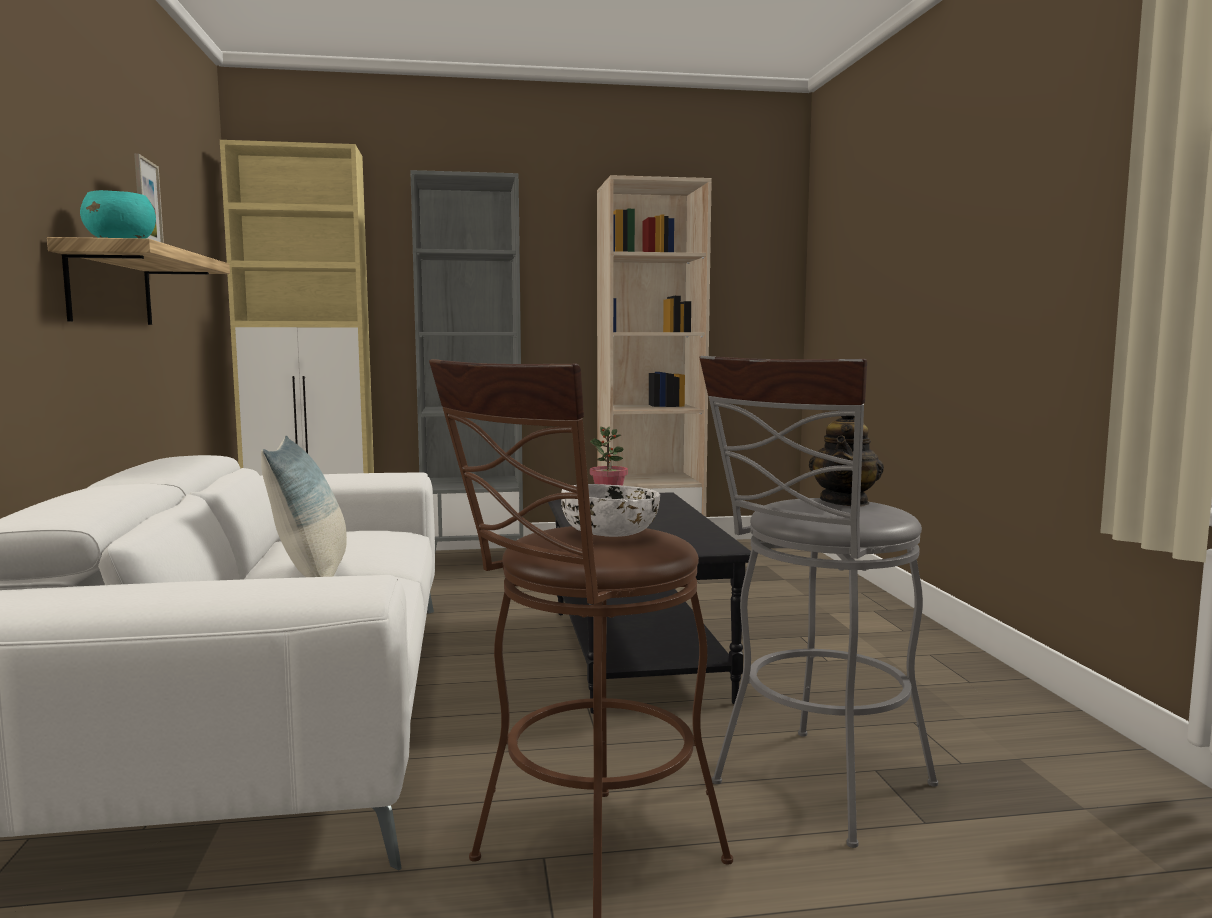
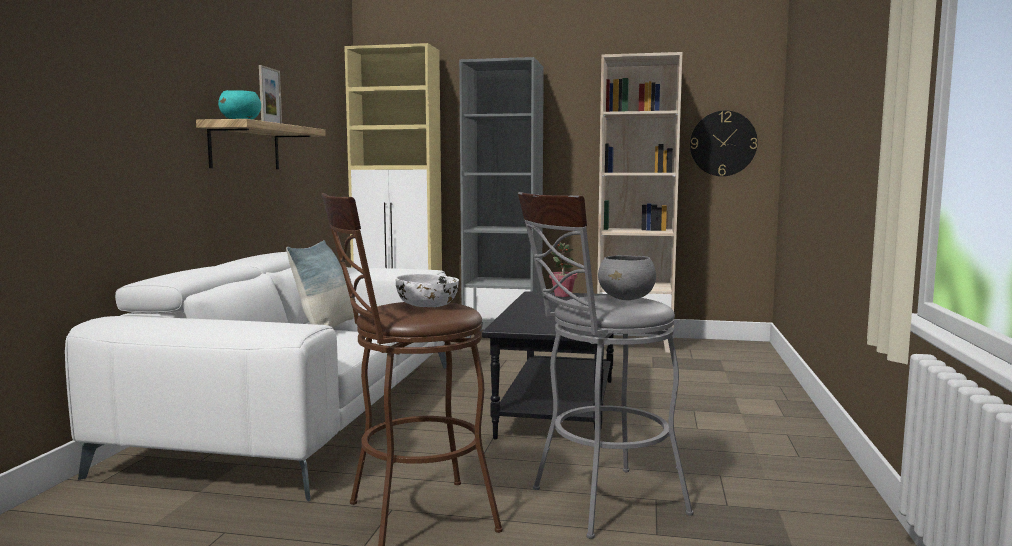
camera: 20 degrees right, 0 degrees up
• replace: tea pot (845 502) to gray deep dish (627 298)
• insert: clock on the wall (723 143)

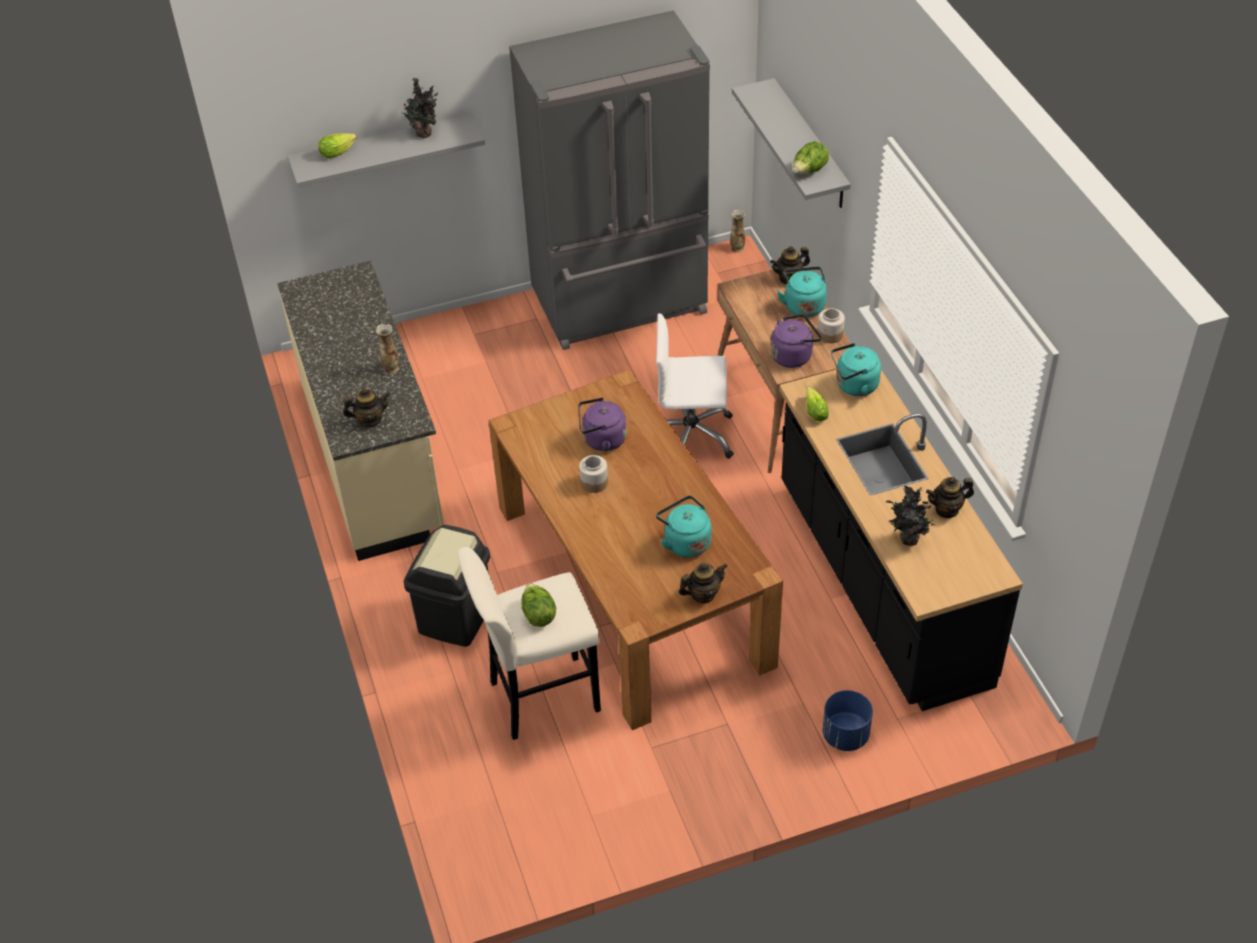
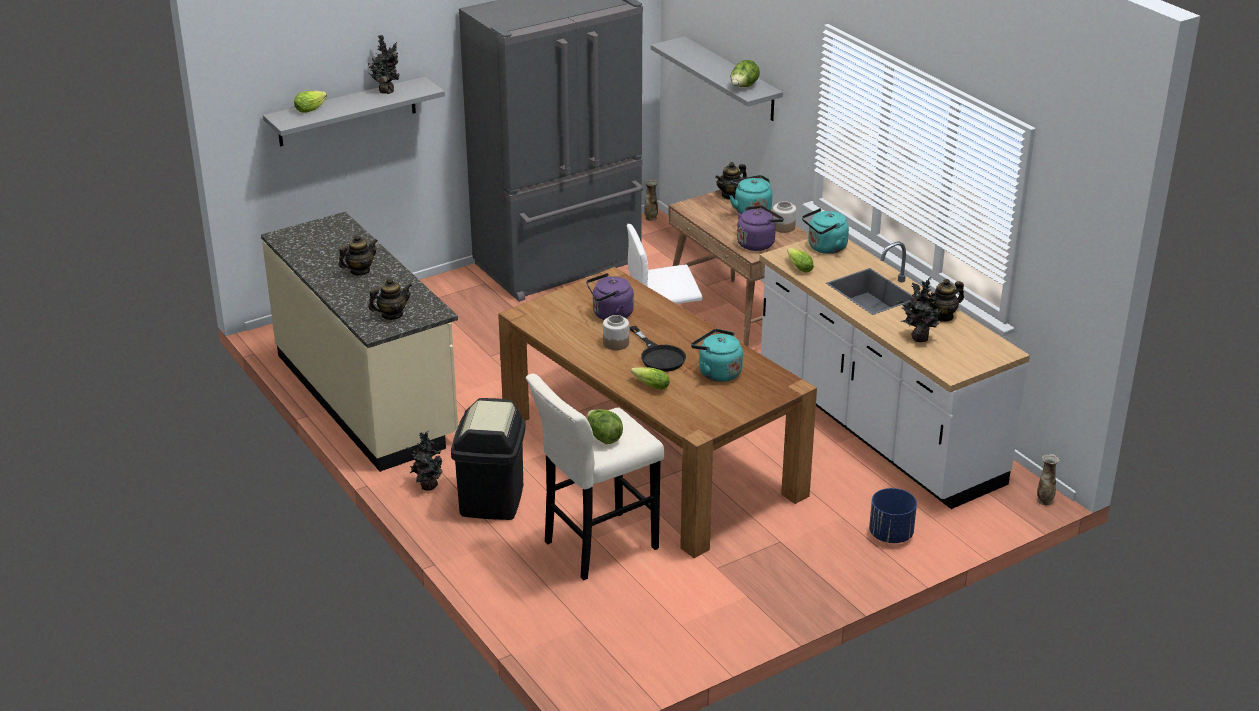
camera: 15 degrees left, 15 degrees down
• move: tea pot (703 594) to (360 271)
• insert: houseplant (427 486)
• insert: black-coloured frying pan (659 356)
• insert: head of lettuce (649 385)
• recolor: black-coloured counter (880 584) to whitish counter (876 428)
• move: decorative vase (391 368) to (1044 500)

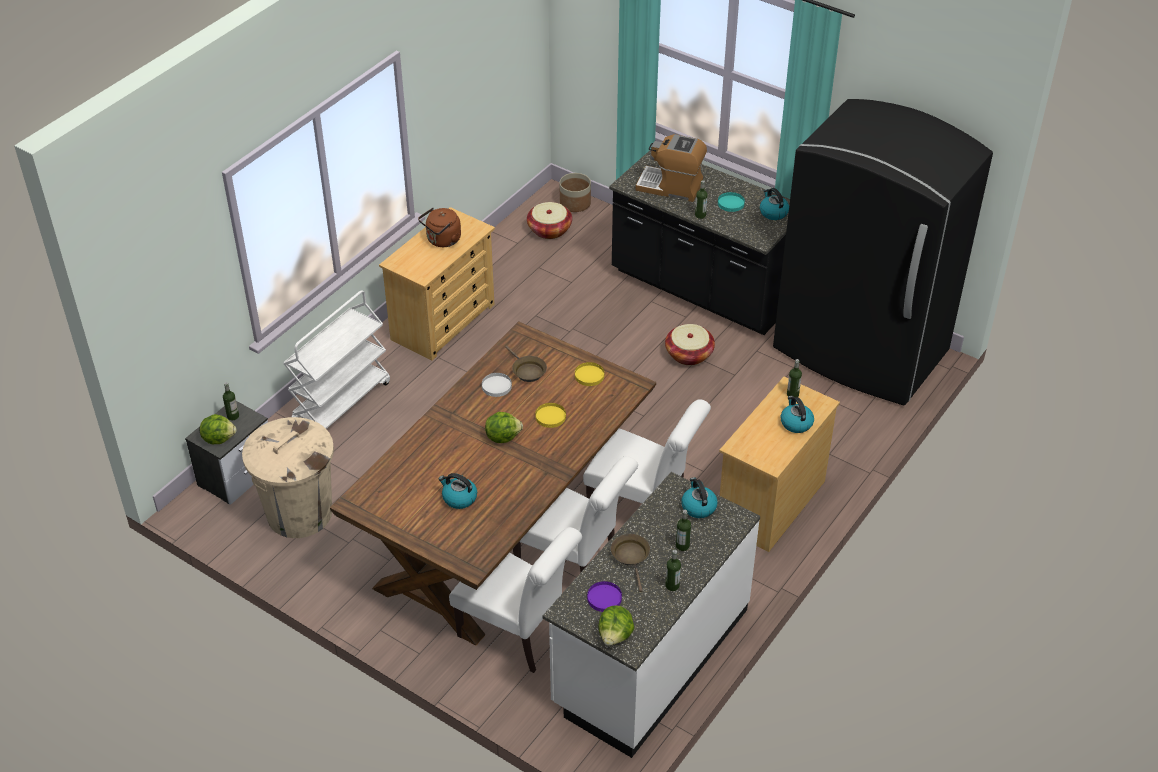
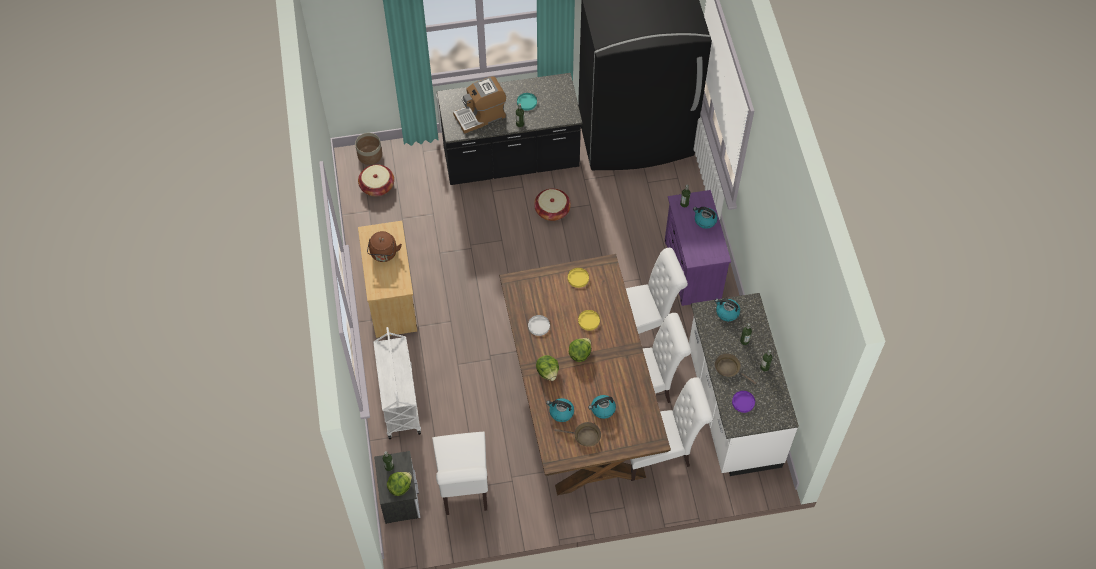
camera: 45 degrees left, 15 degrees up
• replace: beige waste bin (299 513) to whitish chair (464 488)
• move: head of lettuce (615 635) to (548 372)
• move: water kettle (773 212) to (561 412)
• move: brown-coloured frying pan (527 371) to (584 436)
• recolor: beige dresser (770 503) to purplish dresser (692 270)

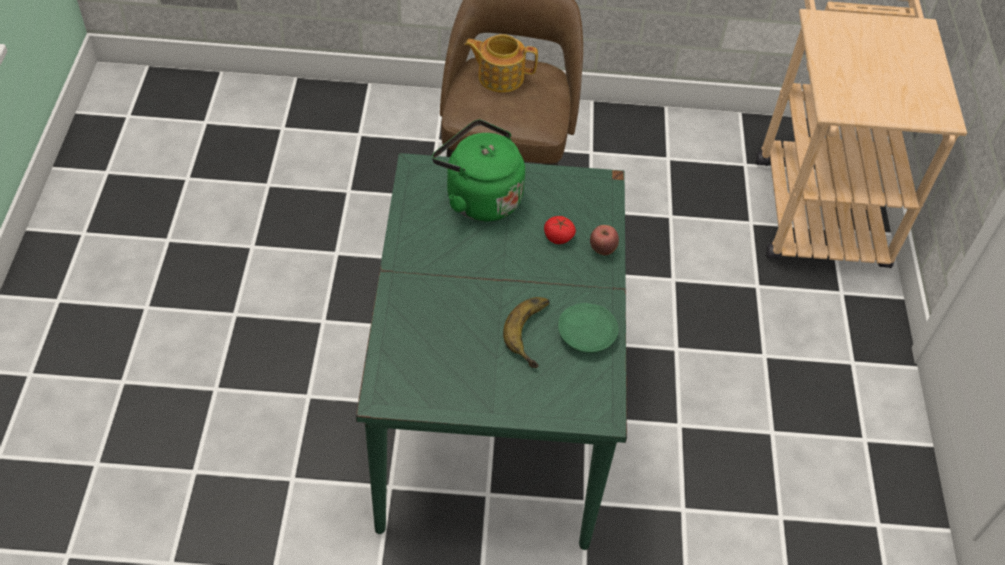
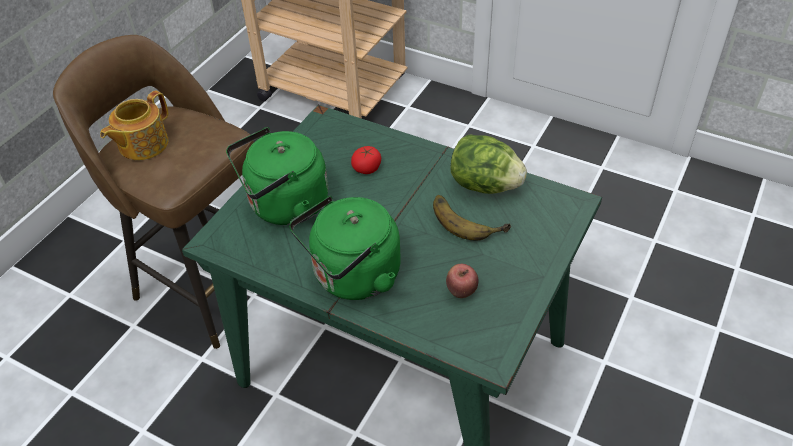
camera: 60 degrees left, 5 degrees down
• insert: green-coloured water kettle (352 277)
• move: apple (602 250) to (461 292)
• replace: green-coloured plate (587 334) to head of lettuce (484 185)

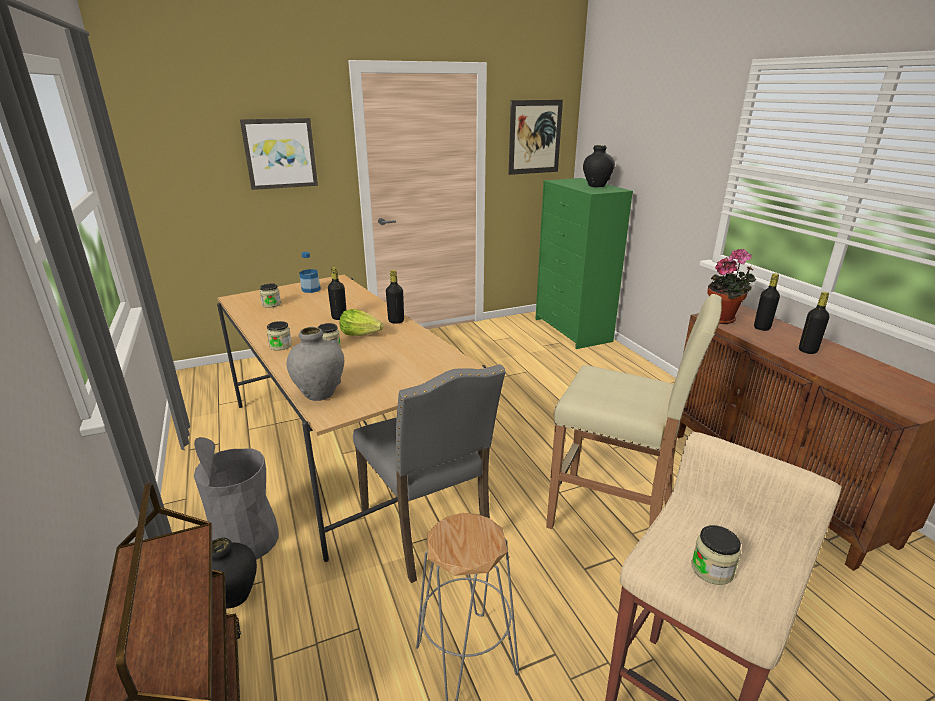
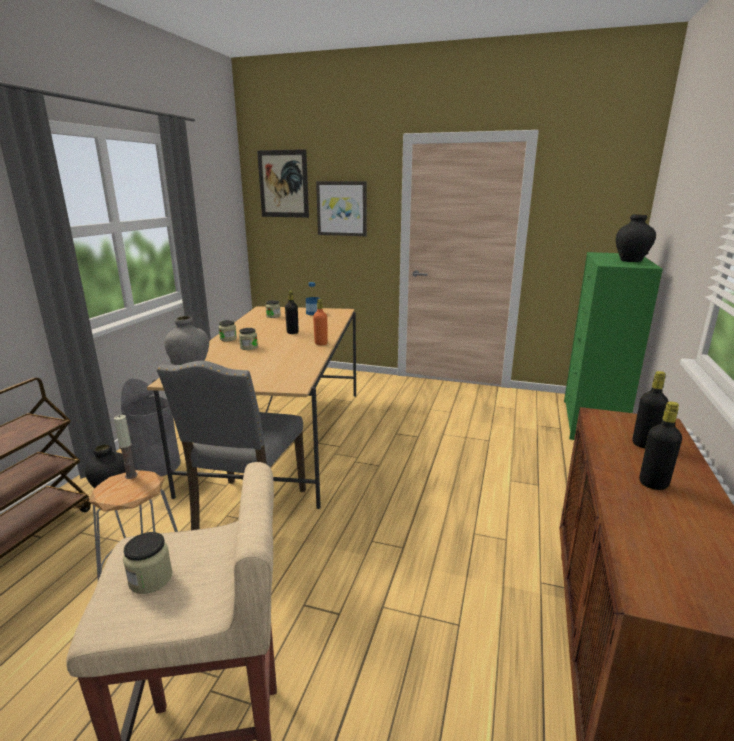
camera: 40 degrees right, 5 degrees down
• insert: candle (131 475)
• move: wall art (535 137) to (283 184)
• recolor: black-coloured bottle (396 321) to orange-coloured bottle (321 343)
• delete: head of lettuce (361 334)
• delete: beige sitting stool (612 518)
• delete: houseplant (723 319)

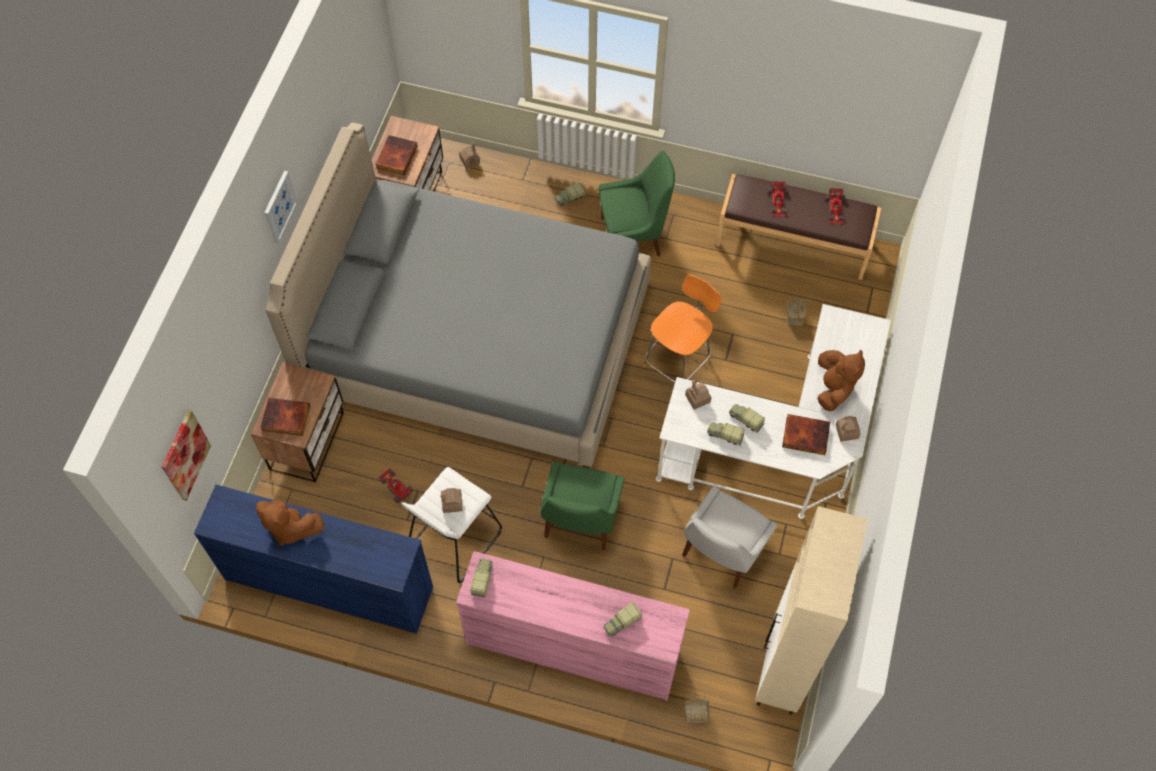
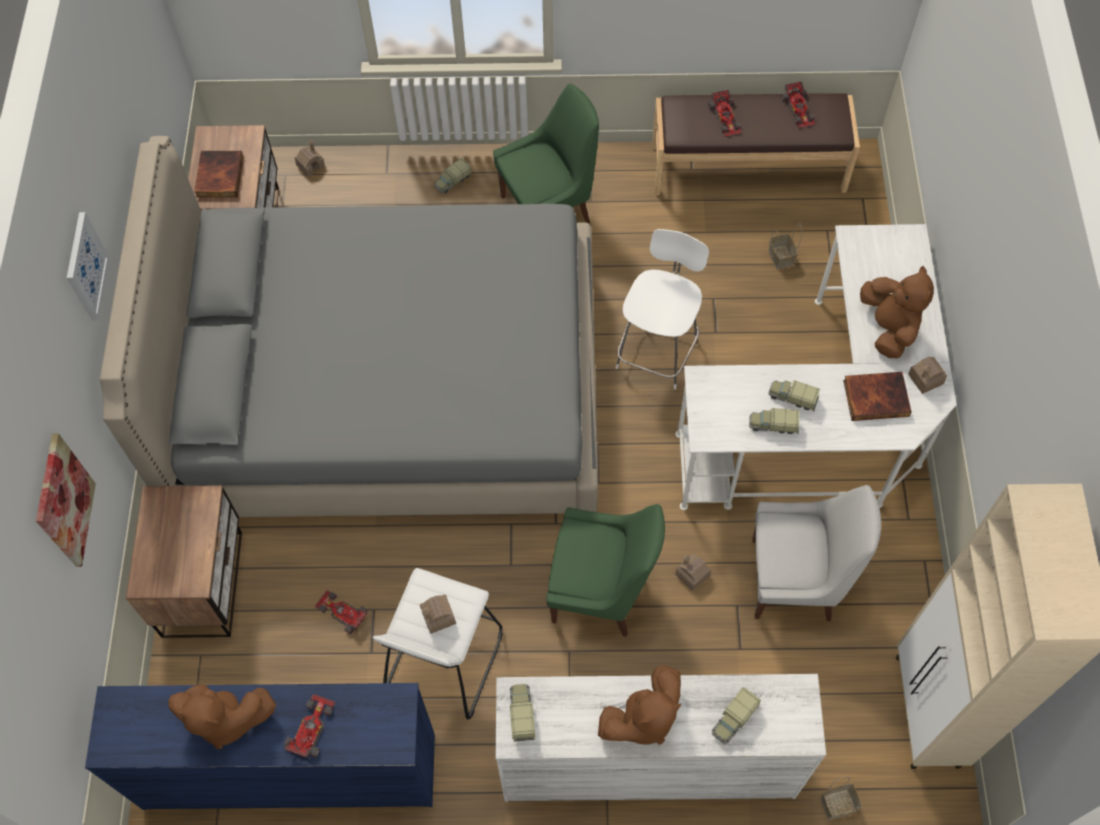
camera: 15 degrees left, 0 degrees up
• move: wall art (185 455) to (64 501)
• insert: miniature car (311 727)
• recolor: pinkish dresser (572 646) to whitish dresser (647 762)
• rotate: green-coloured chair (580 522) = (601 591) 75 degrees counterclockwise
• insert: brown-coloured cuddly toy (642 719)
• recolor: orange-coloured sitting stool (678 362) to whitish sitting stool (657 350)
• move: toy house (697 398) to (692 574)
• rotate: whitish chair (721 553) = (795 580) 105 degrees counterclockwise
• delete: book (285 419)

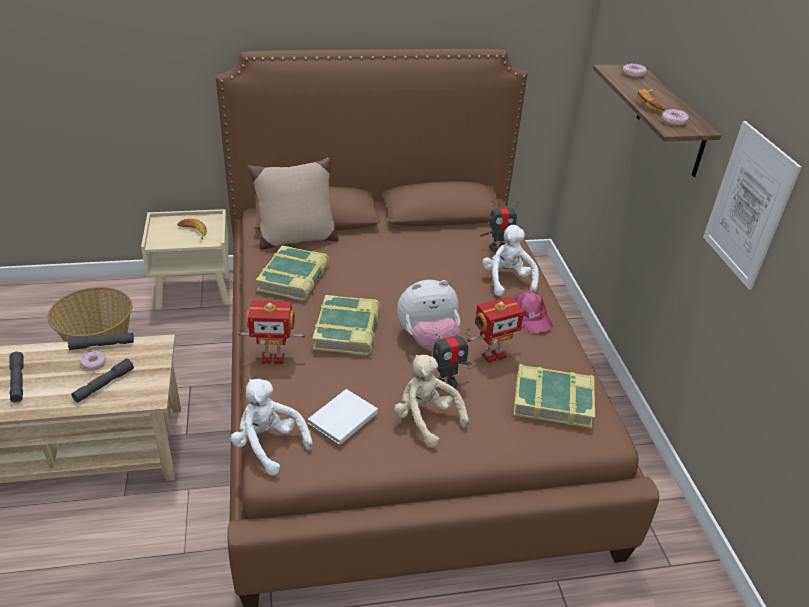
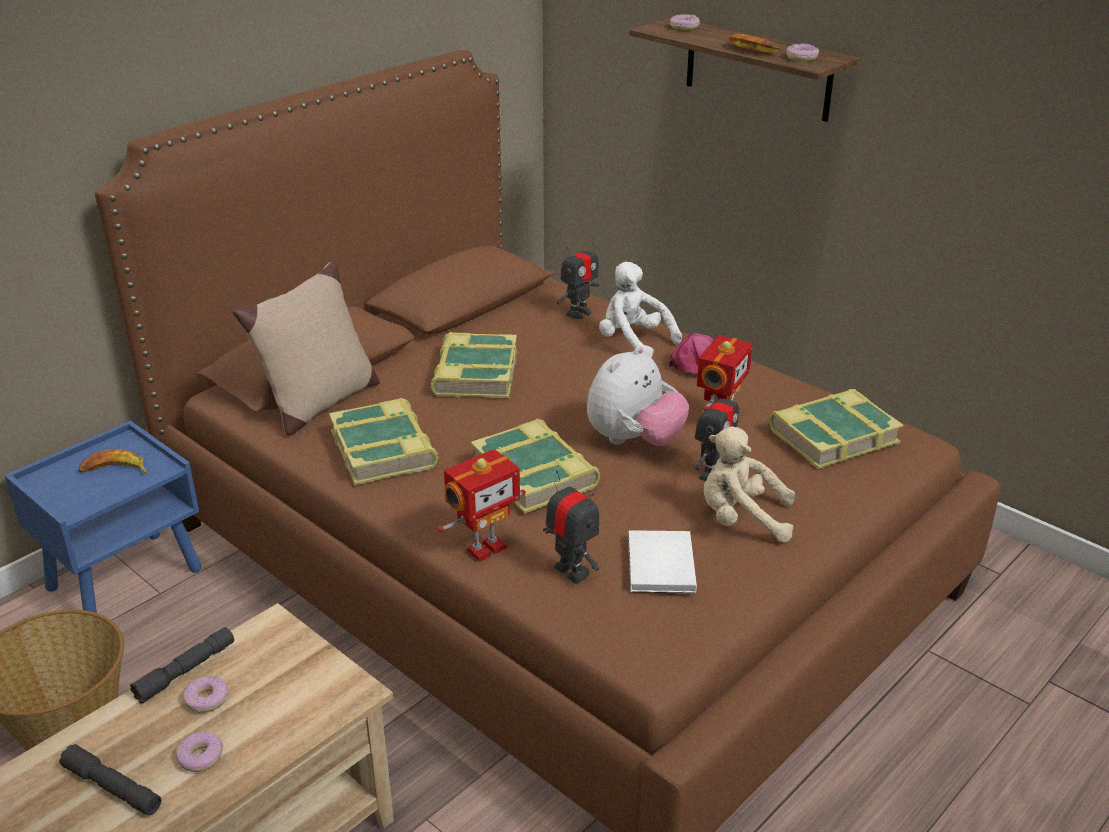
camera: 35 degrees left, 5 degrees down
• recolor: beige night table (195 292) to blue-coloured night table (126 578)
• insert: ring doughnut (200 757)
• insert: book (474 374)
• insert: model robot (571 571)
• delete: gray torch (104 385)
• delete: whitish cuddly toy (268 445)
• delete: wall art (748 205)

